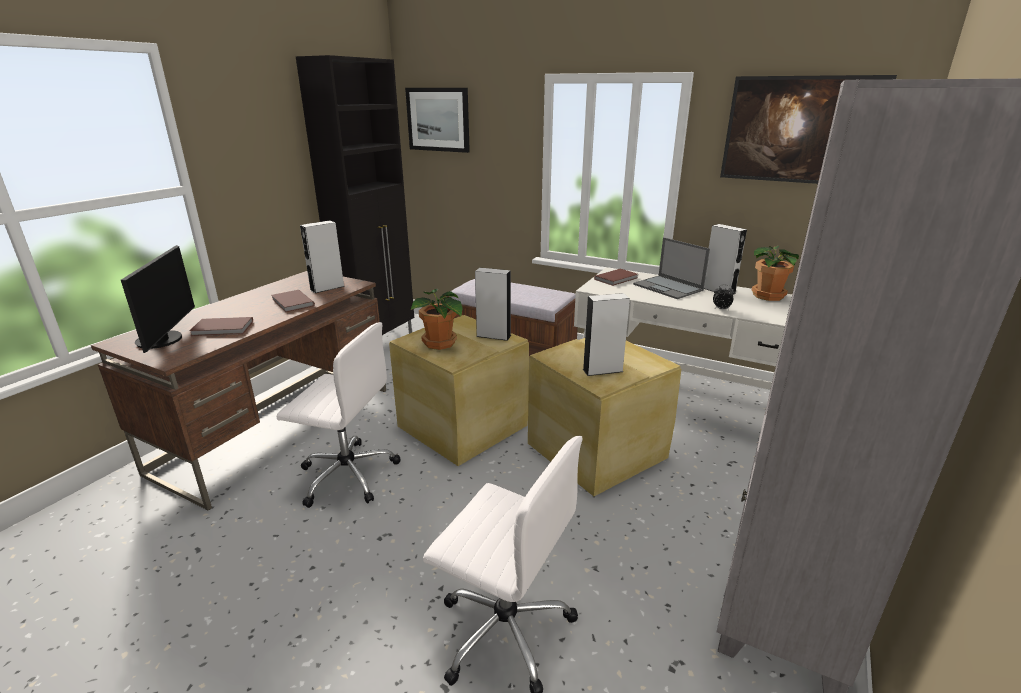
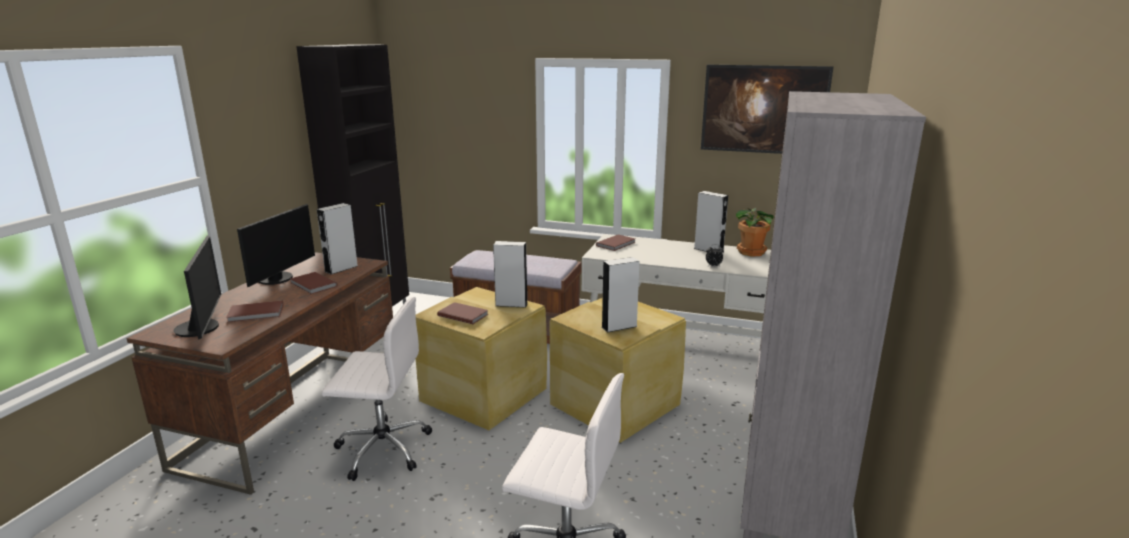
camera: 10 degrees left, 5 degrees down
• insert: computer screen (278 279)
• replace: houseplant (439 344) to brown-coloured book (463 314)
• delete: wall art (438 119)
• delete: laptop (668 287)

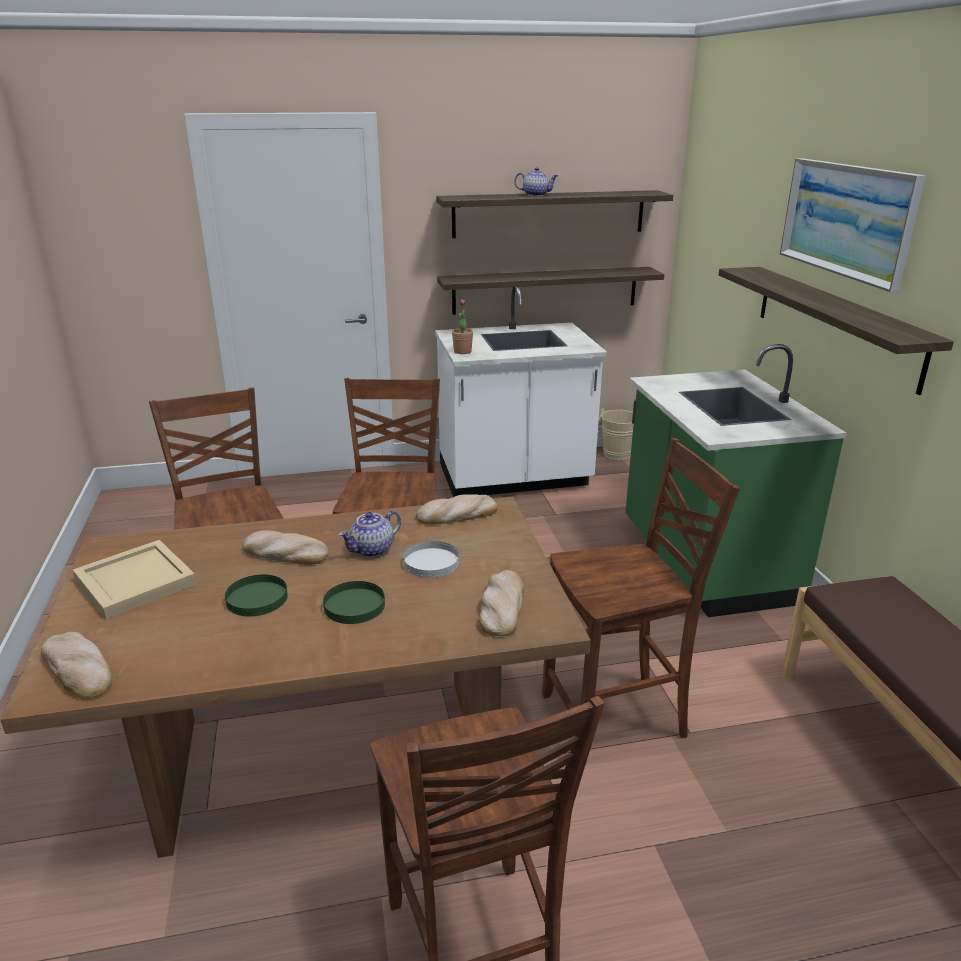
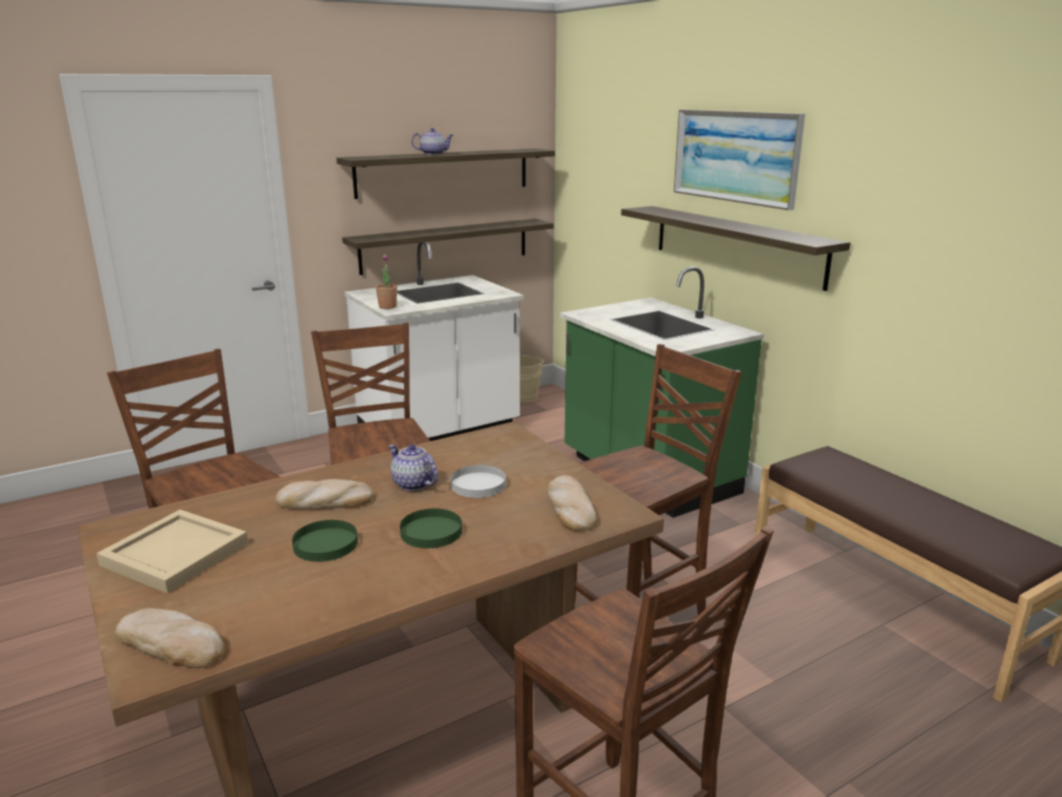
camera: 20 degrees left, 5 degrees down
• rotate: tea pot (372 550) = (413 484) 105 degrees clockwise
• delete: bakery bread (457 515)

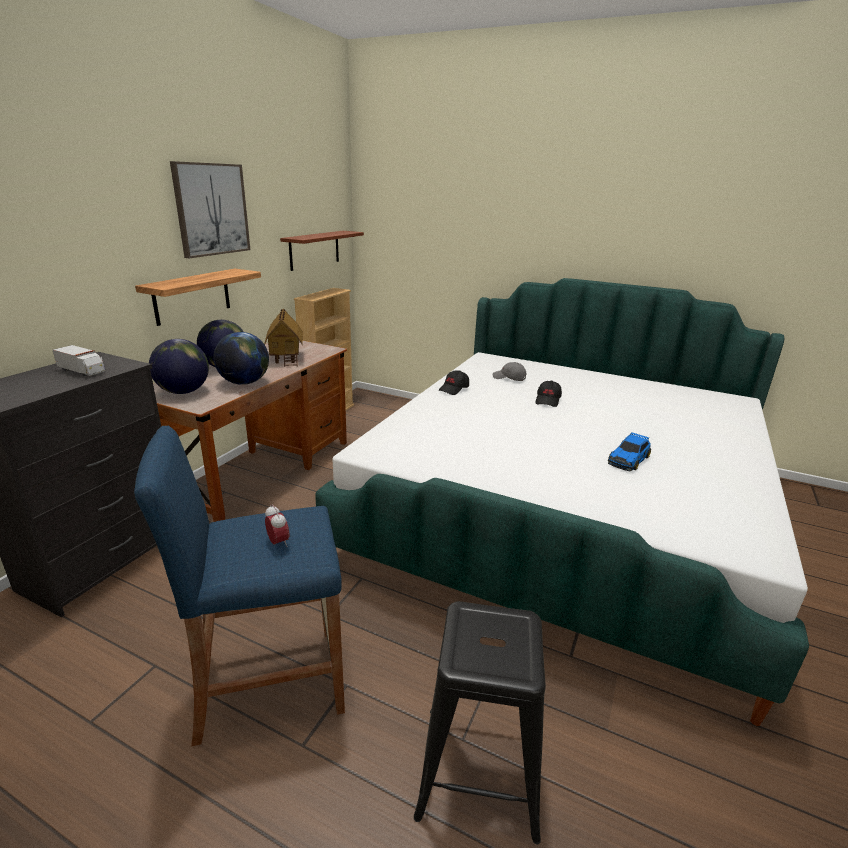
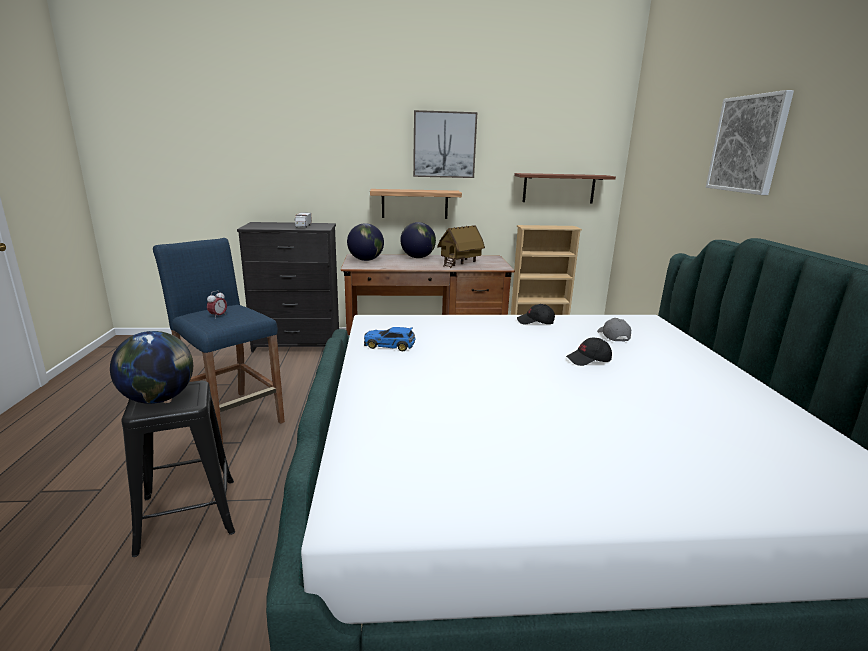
camera: 60 degrees right, 5 degrees down
• move: globe (244 382) to (159 399)
• move: miniature car (629 459) to (390 345)
• insert: wall art (747 144)

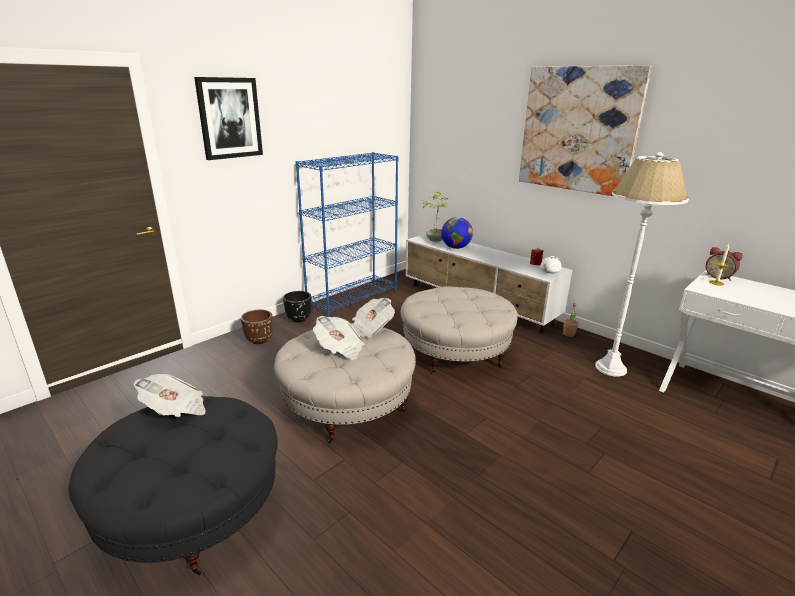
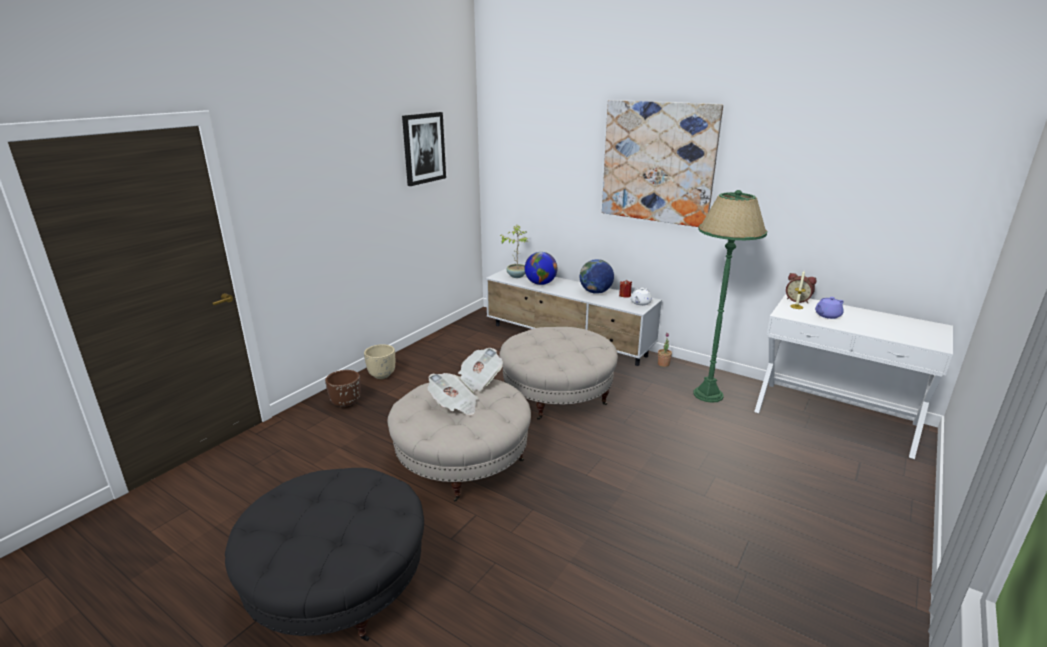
camera: 10 degrees left, 0 degrees up
• recolor: black-coloured plant pot (298 319) to beige plant pot (382 375)
• move: wall art (229 118) to (423 148)
• insert: globe (595 292)
• recolor: whitish floor lamp (610 368) to green-coloured floor lamp (707 394)
• insert: purplish tea pot (827 315)
• delete: printed paper (175 410)
• delete: blue-coloured shelving unit (353 298)

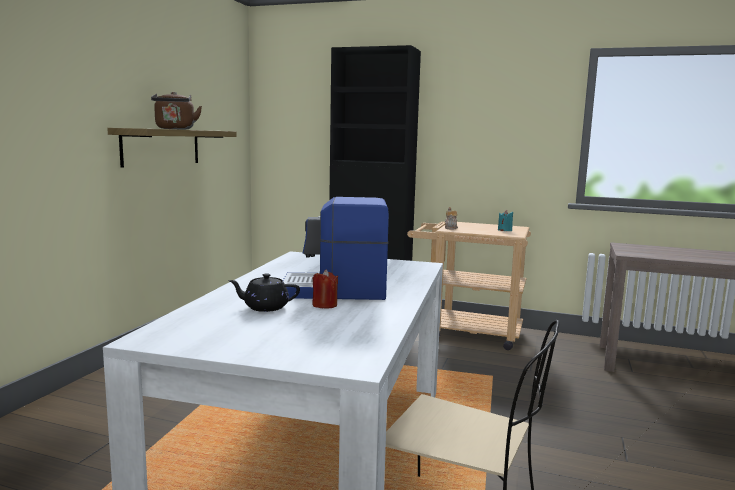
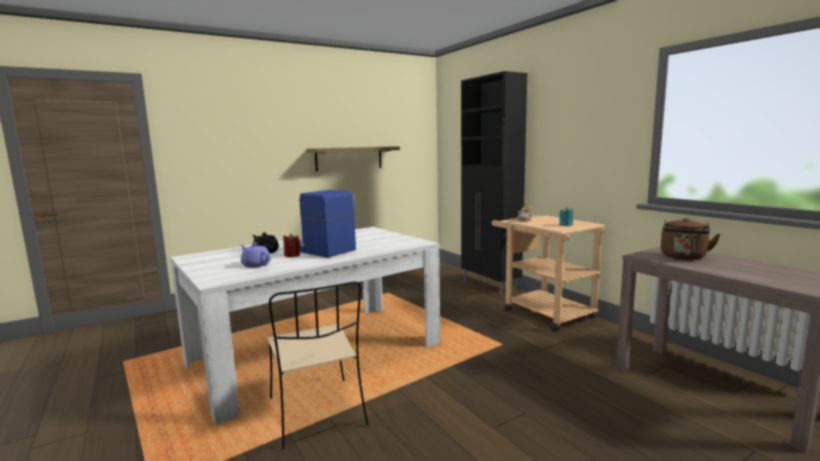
camera: 40 degrees right, 0 degrees up
• insert: purplish tea pot (255 265)
• move: brown-coloured water kettle (175 129) to (683 257)

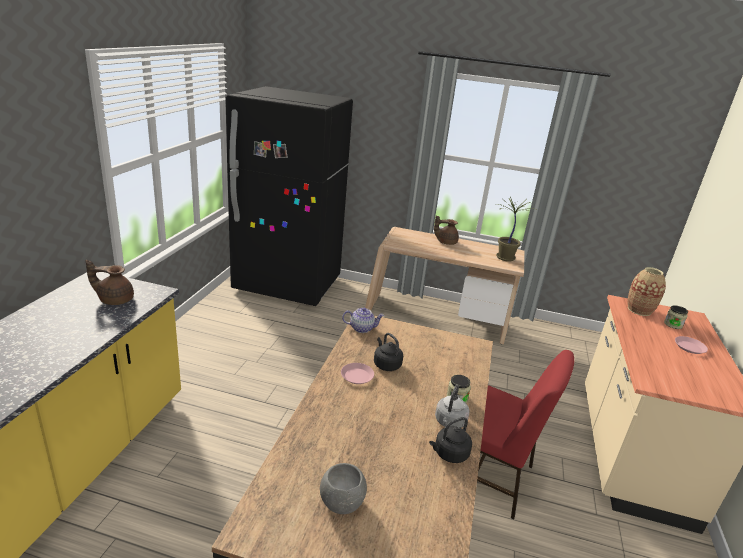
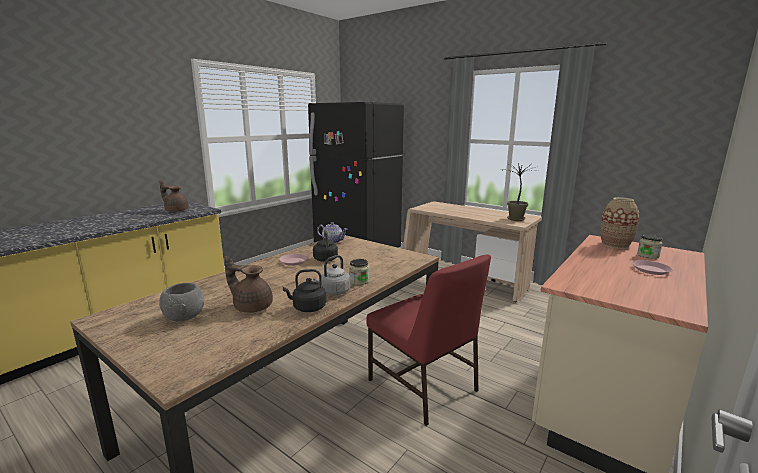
camera: 25 degrees right, 10 degrees down
• move: brown-coloured tea pot (445 242) to (252 306)

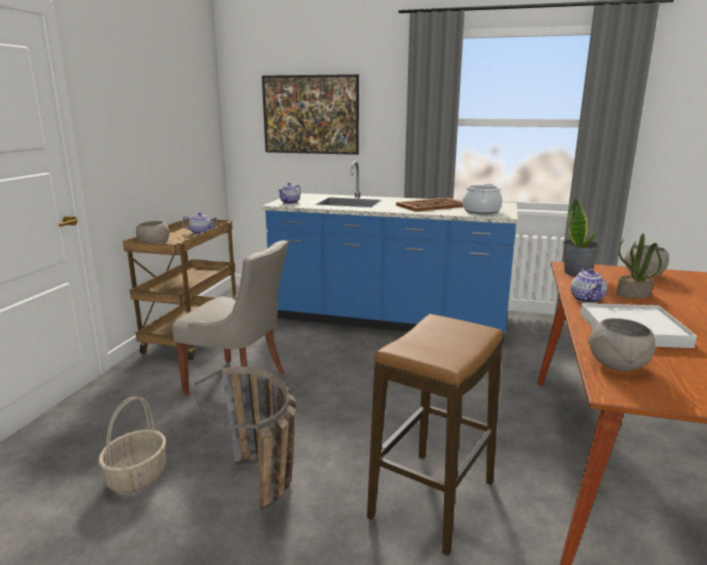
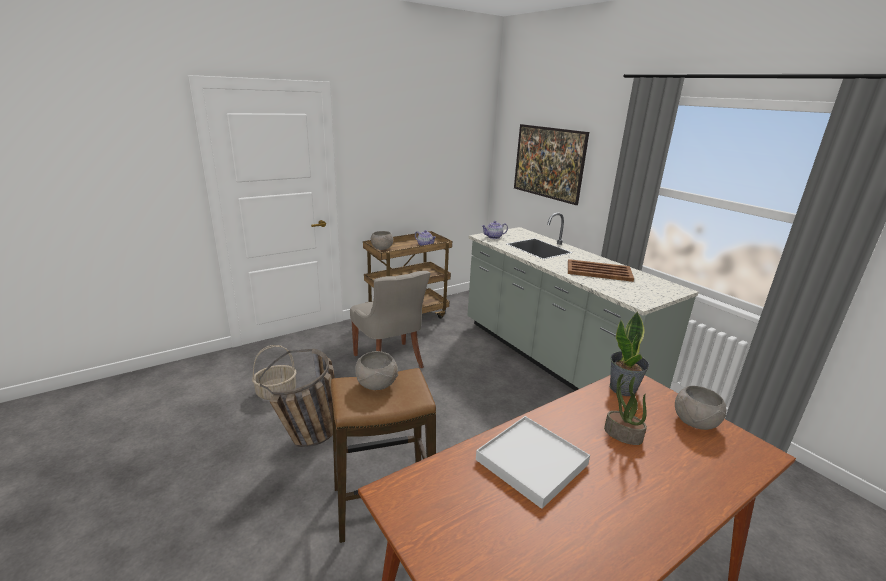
camera: 40 degrees right, 5 degrees up
• move: gray deep dish (617 365) to (376 384)
• recolor: blue-coloured counter (388 320) to gray counter (552 360)
• delete: saucepot (481 211)
• delete: tea pot (587 300)

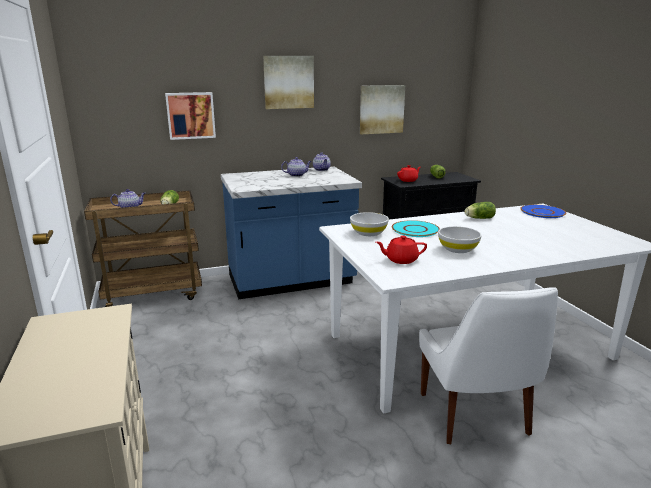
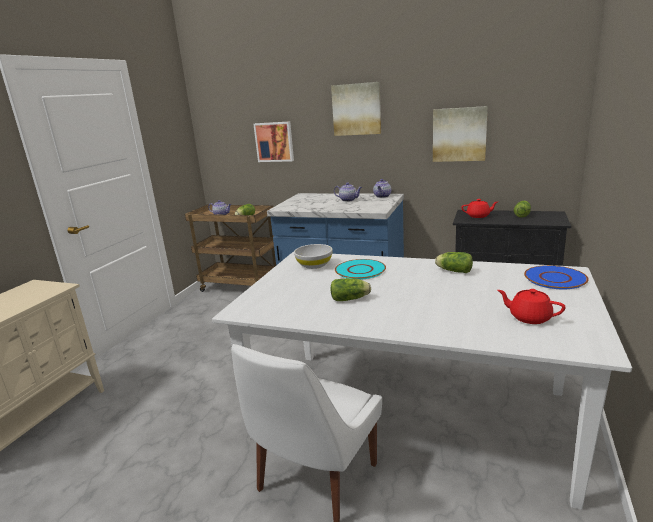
camera: 40 degrees right, 0 degrees up
• replace: whitish deep dish (457 249) to head of lettuce (351 299)
• move: reddish tea pot (401 260) to (529 317)

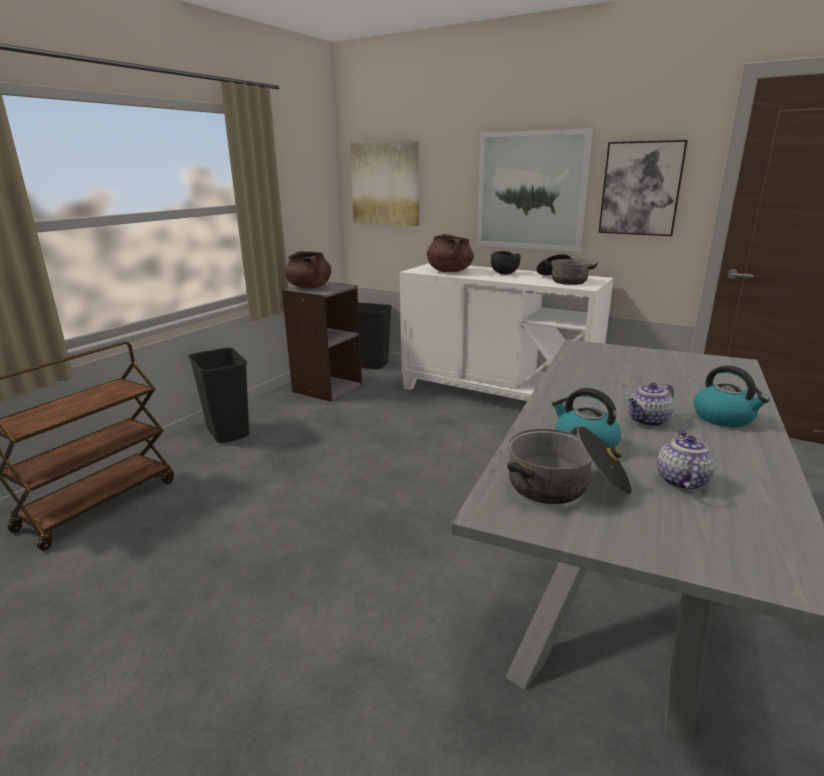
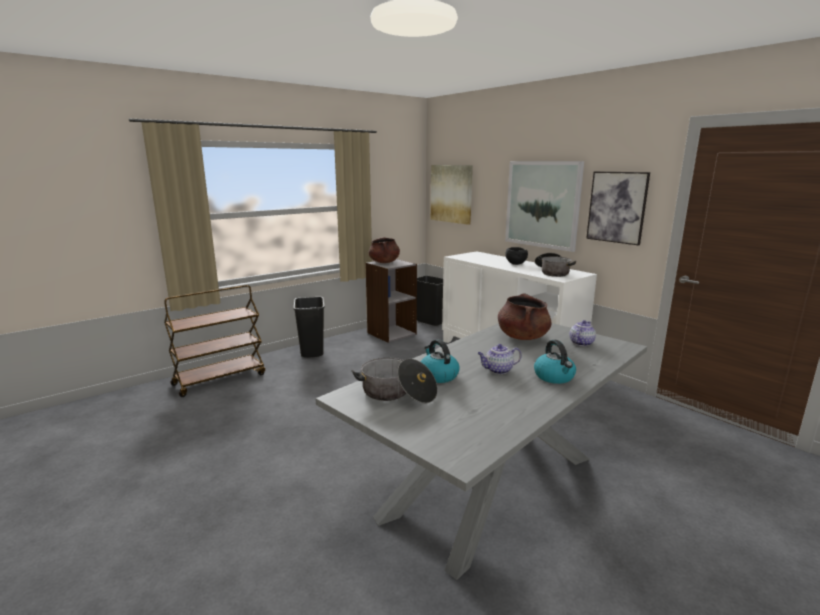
camera: 20 degrees right, 5 degrees down
• move: brown-coloured saucepot (449 271) to (522 337)
• move: tea pot (681 480) to (581 343)

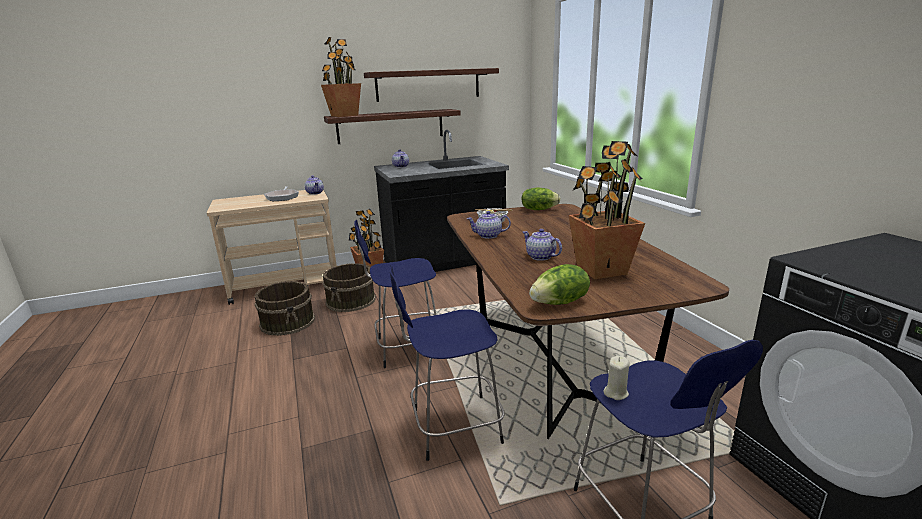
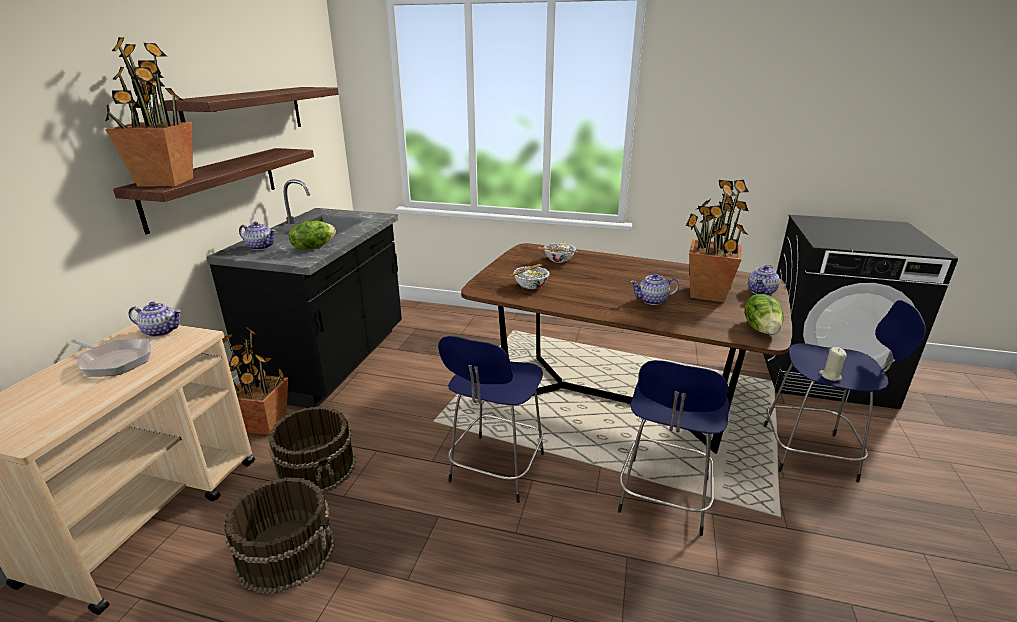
camera: 55 degrees left, 5 degrees up
• move: head of lettuce (539 209) to (313 247)
• insert: deep dish (558 260)
• move: tea pot (488 236) to (761 292)

